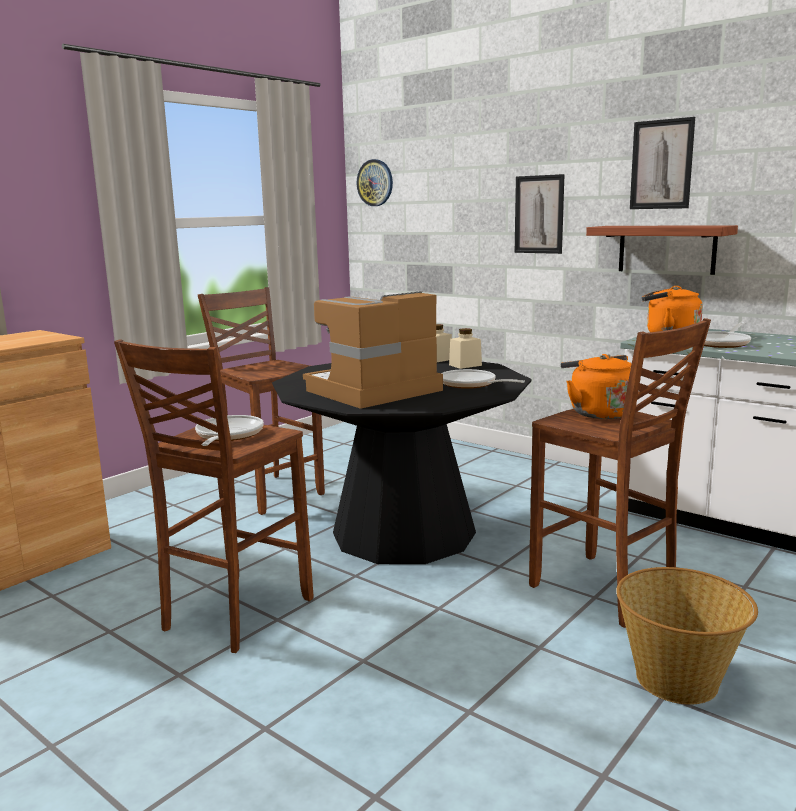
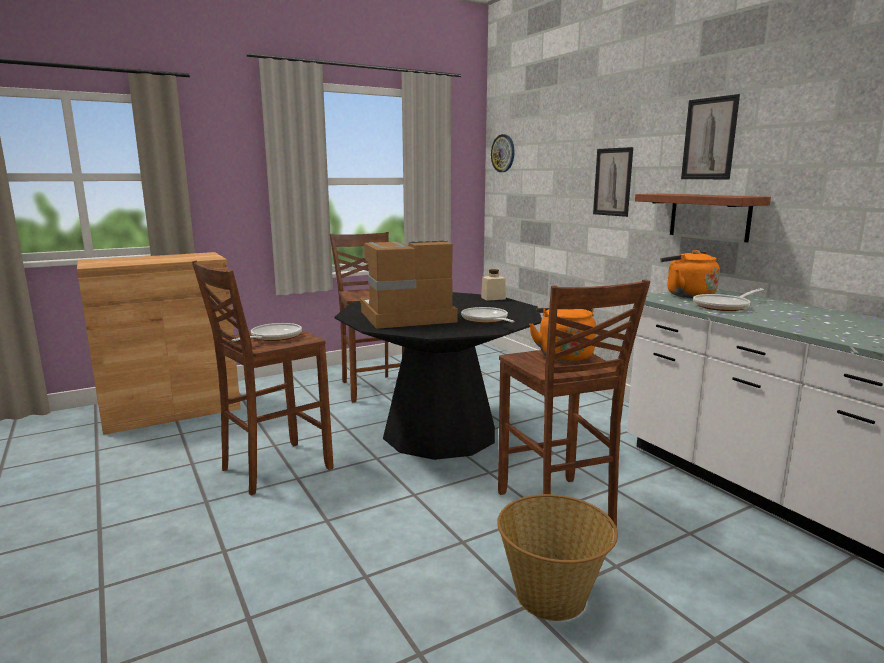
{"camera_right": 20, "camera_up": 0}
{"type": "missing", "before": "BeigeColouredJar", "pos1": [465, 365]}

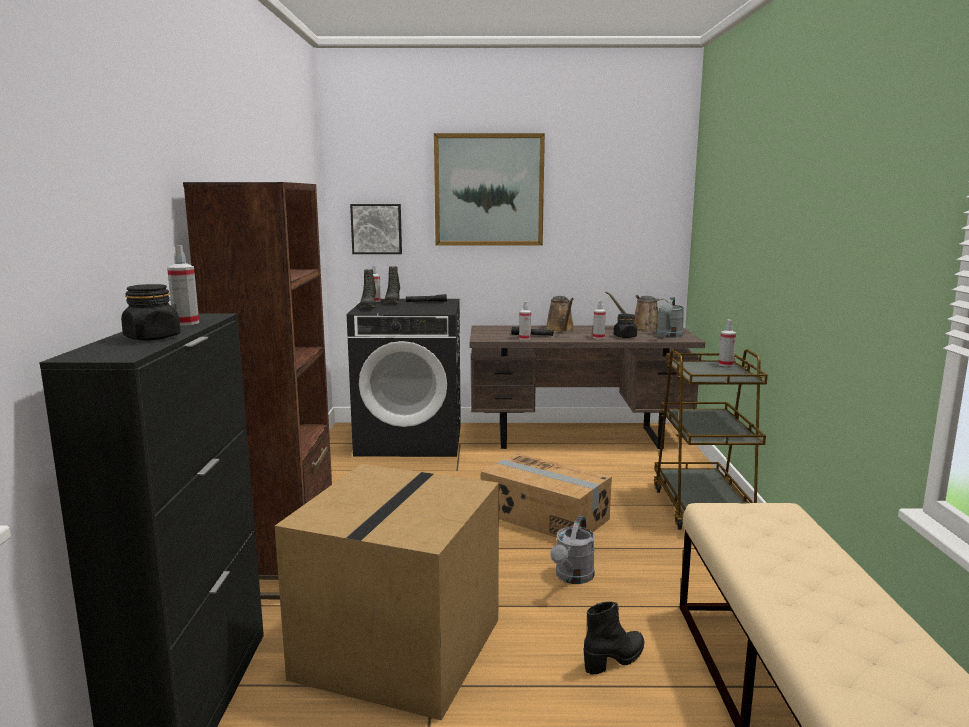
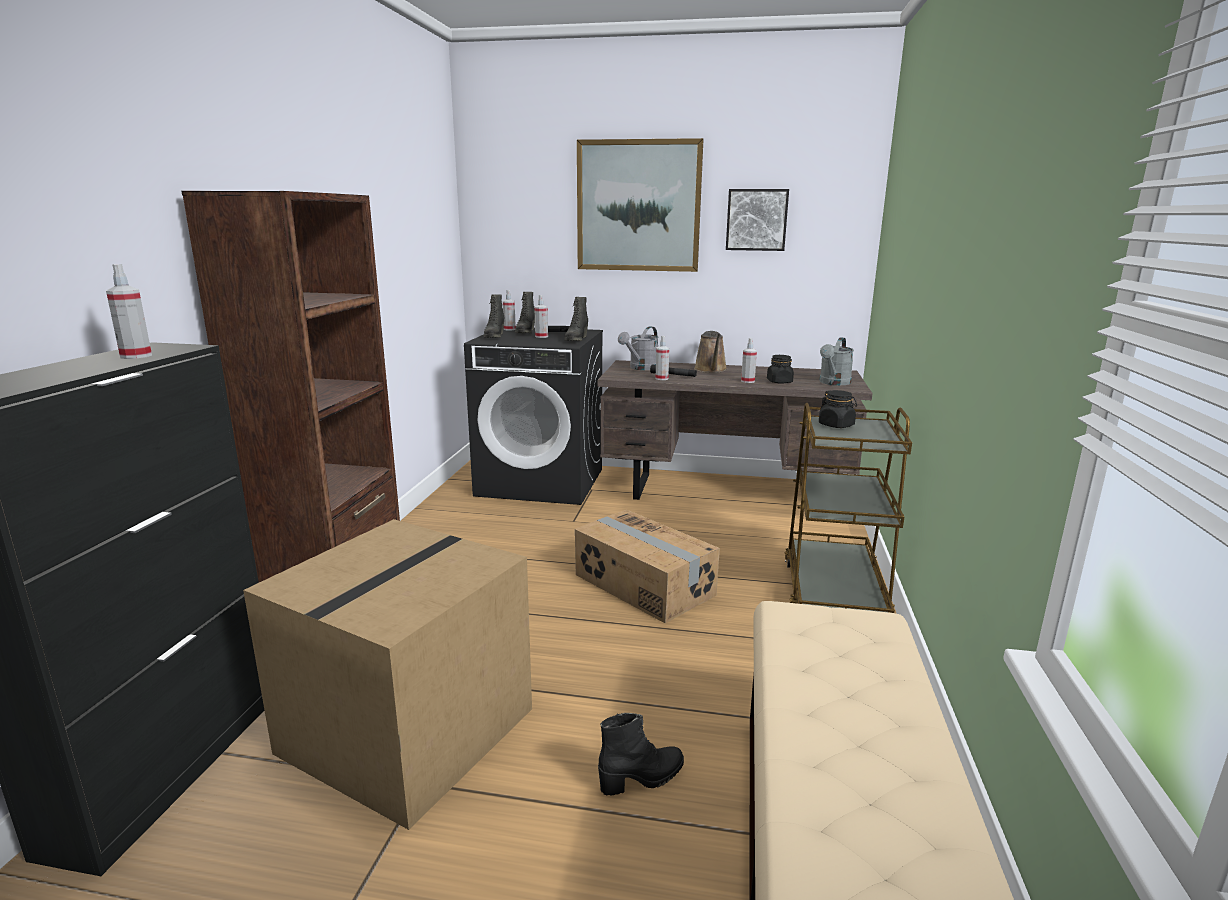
{"camera_right": 10, "camera_up": 5}
{"type": "relocated", "before": "BlackJar", "pos1": [152, 337], "pos2": [836, 425]}
{"type": "relocated", "before": "WallPicture", "pos1": [376, 229], "pos2": [756, 220]}
{"type": "relocated", "before": "GreyishWateringPot", "pos1": [572, 577], "pos2": [641, 368]}
{"type": "missing", "before": "BrownColouredWateringPot", "pos1": [642, 329]}
{"type": "relocated", "before": "Sprayer", "pos1": [725, 364], "pos2": [541, 336]}
{"type": "appeared", "after": "BlackTallBoot", "pos2": [576, 339]}

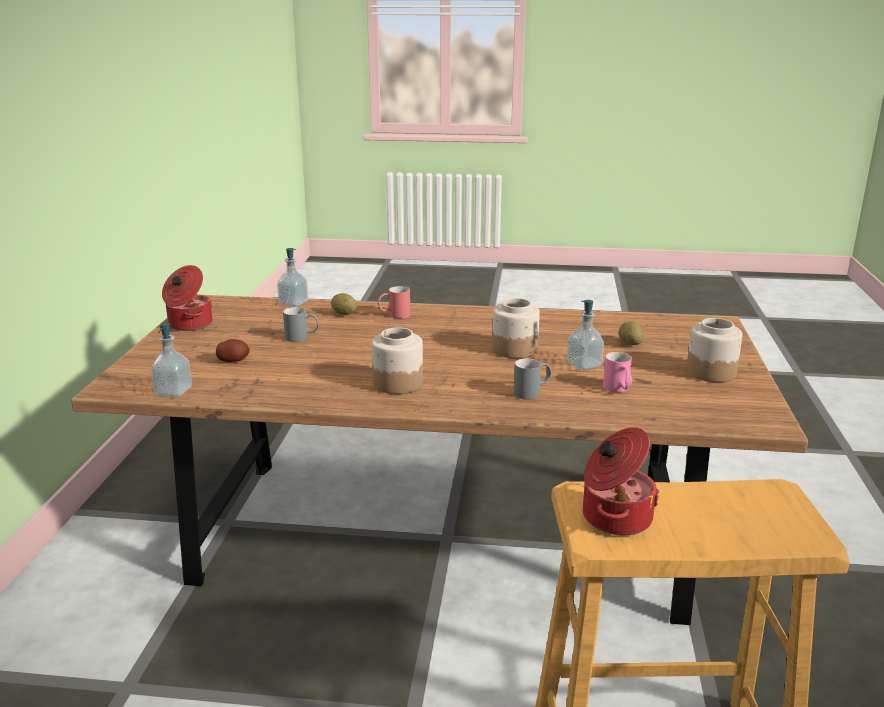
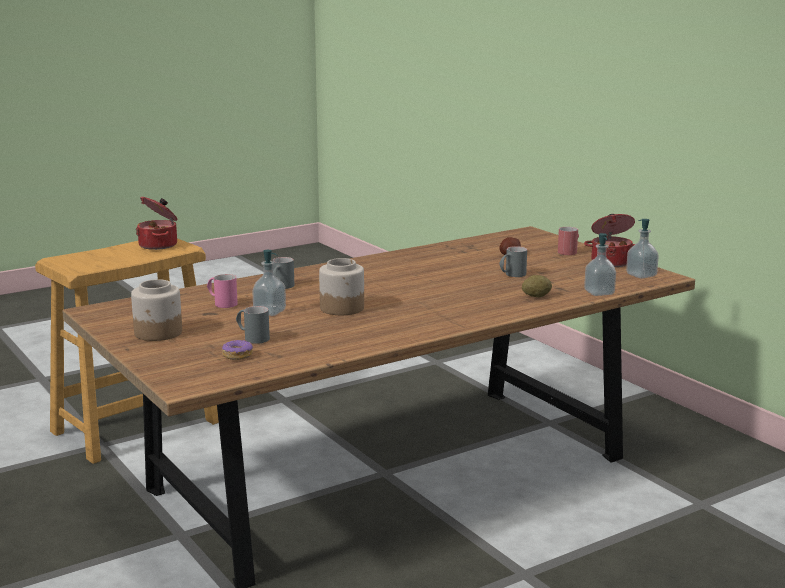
{"camera_right": 140, "camera_up": -5}
{"type": "relocated", "before": "LiquidSoapBottle", "pos1": [173, 391], "pos2": [641, 275]}
{"type": "missing", "before": "Jar", "pos1": [397, 383]}
{"type": "relocated", "before": "RedColouredMug", "pos1": [394, 315], "pos2": [569, 251]}
{"type": "exchanged", "before": "WholePotato", "after": "GreyishMug", "pos1": [630, 344], "pos2": [252, 338]}
{"type": "appeared", "after": "Donut", "pos2": [237, 355]}

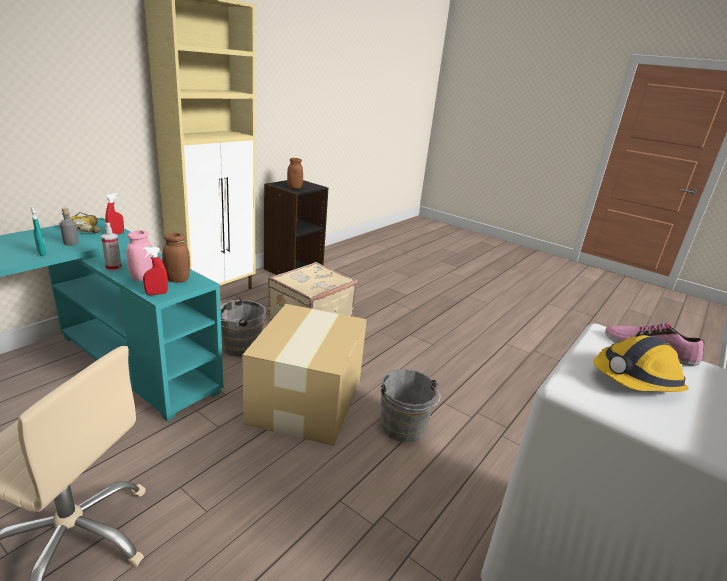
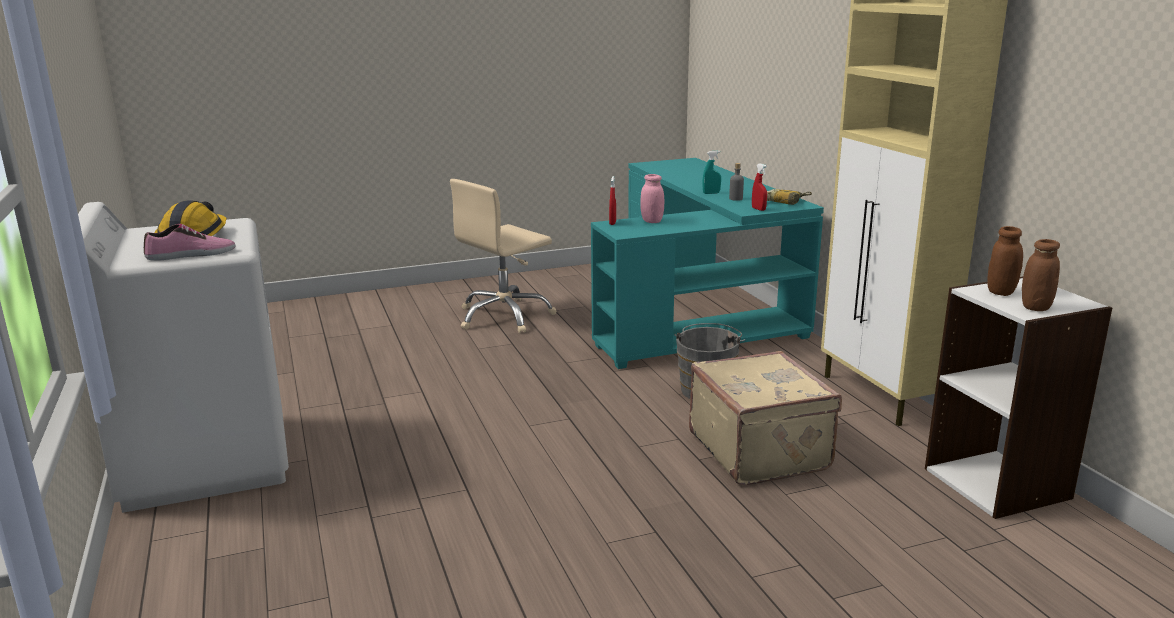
{"camera_right": 125, "camera_up": -5}
{"type": "missing", "before": "Sprayer", "pos1": [113, 268]}
{"type": "relocated", "before": "BrownColouredJar", "pos1": [177, 280], "pos2": [1035, 307]}
{"type": "missing", "before": "PackingBox", "pos1": [307, 400]}
{"type": "colour", "before": "BlackBookcase", "after": "WhitishBookcase", "pos1": [293, 269], "pos2": [998, 483]}
{"type": "missing", "before": "GreyishBucket", "pos1": [403, 429]}

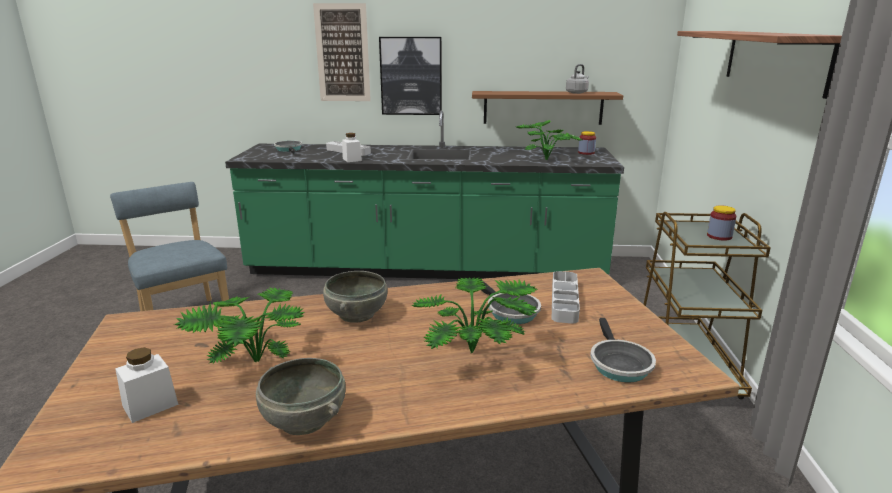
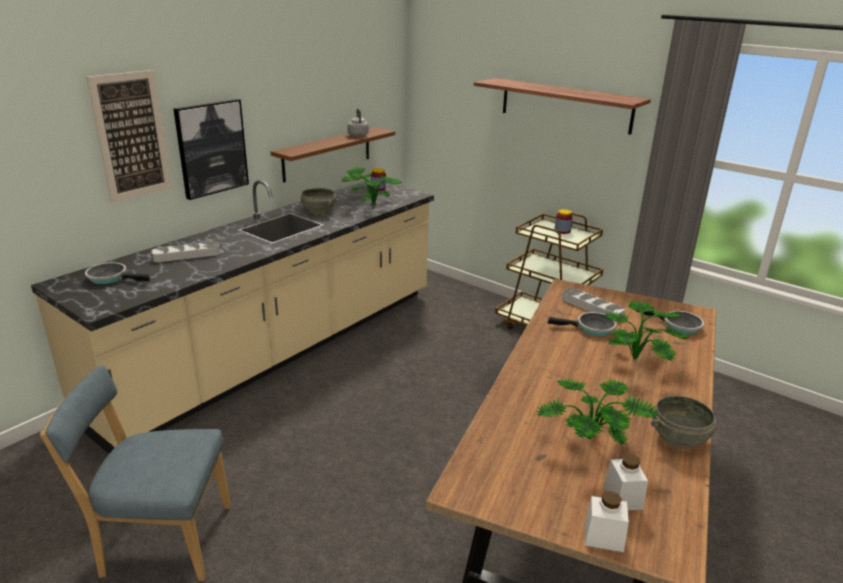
{"camera_right": -55, "camera_up": 5}
{"type": "colour", "before": "GreenKitchenCounter", "after": "BeigeColouredKitchenCounter", "pos1": [426, 268], "pos2": [279, 349]}
{"type": "relocated", "before": "GreyishDeepDish", "pos1": [356, 314], "pos2": [318, 211]}
{"type": "relocated", "before": "WhitishJar", "pos1": [352, 159], "pos2": [603, 537]}

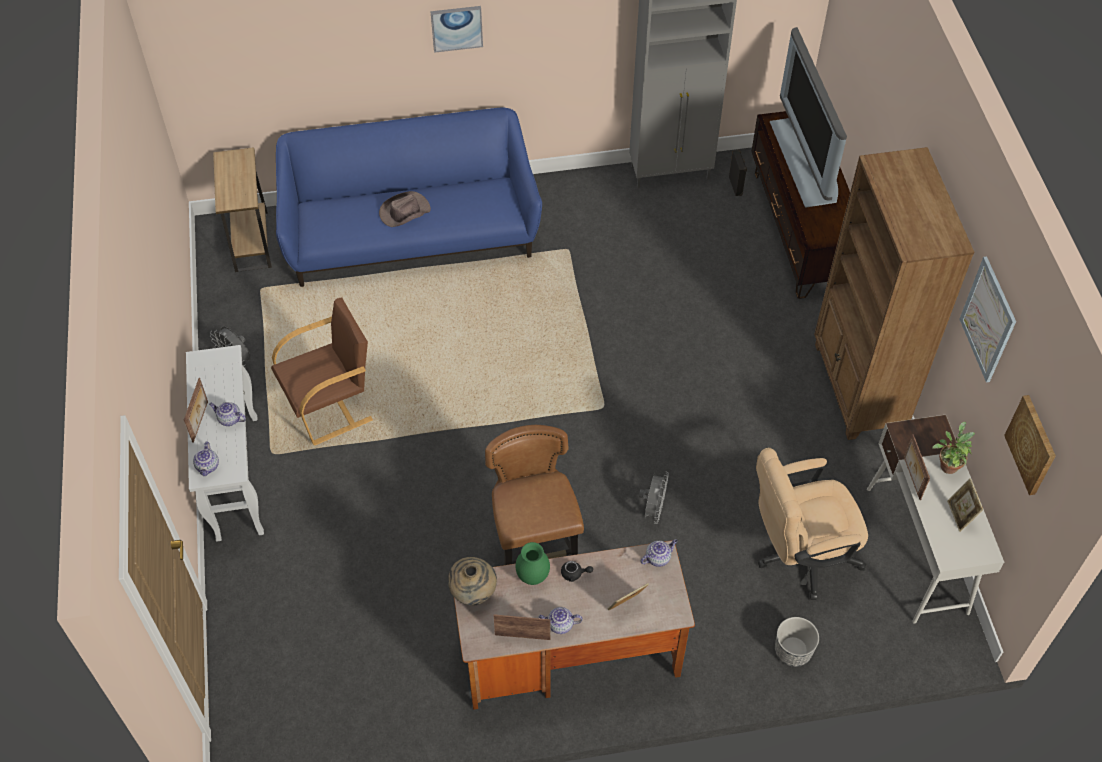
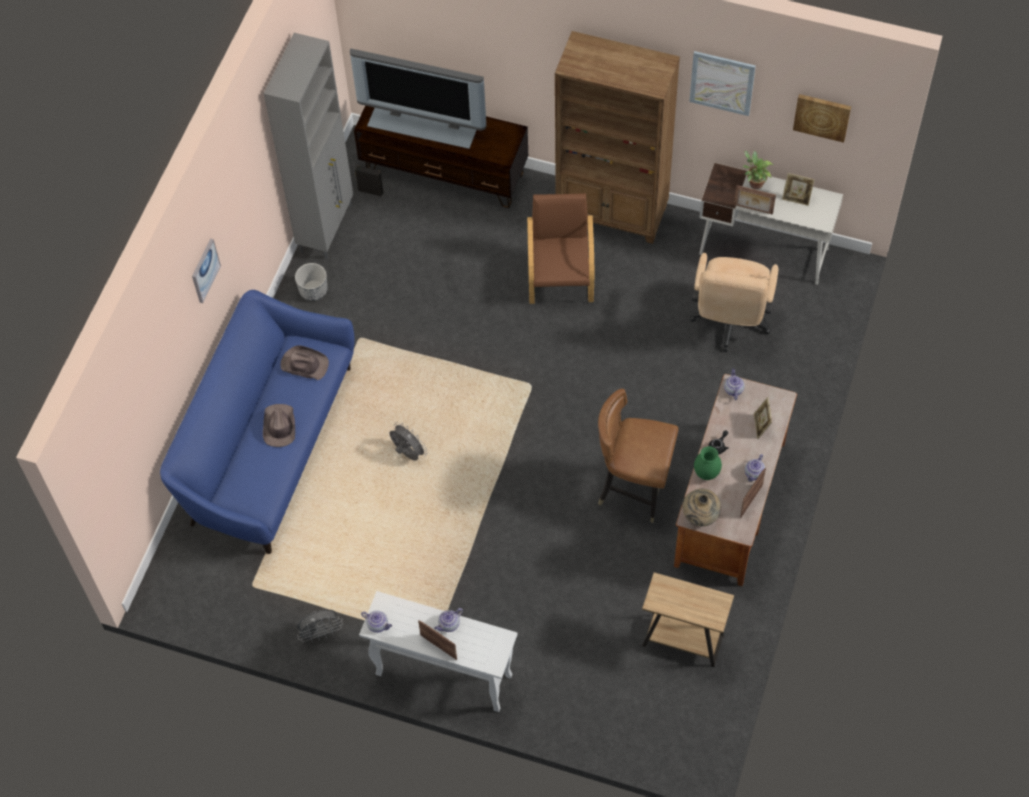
{"camera_right": -60, "camera_up": 5}
{"type": "relocated", "before": "Teapot", "pos1": [208, 466], "pos2": [378, 625]}
{"type": "relocated", "before": "BrownColouredSideTable", "pos1": [251, 242], "pos2": [683, 640]}
{"type": "relocated", "before": "BrownColouredArmchair", "pos1": [330, 405], "pos2": [561, 280]}
{"type": "relocated", "before": "GreyishElectricFan", "pos1": [653, 509], "pos2": [407, 453]}
{"type": "relocated", "before": "Planter", "pos1": [792, 651], "pos2": [313, 290]}
{"type": "appeared", "after": "BrownColouredHat", "pos2": [304, 364]}

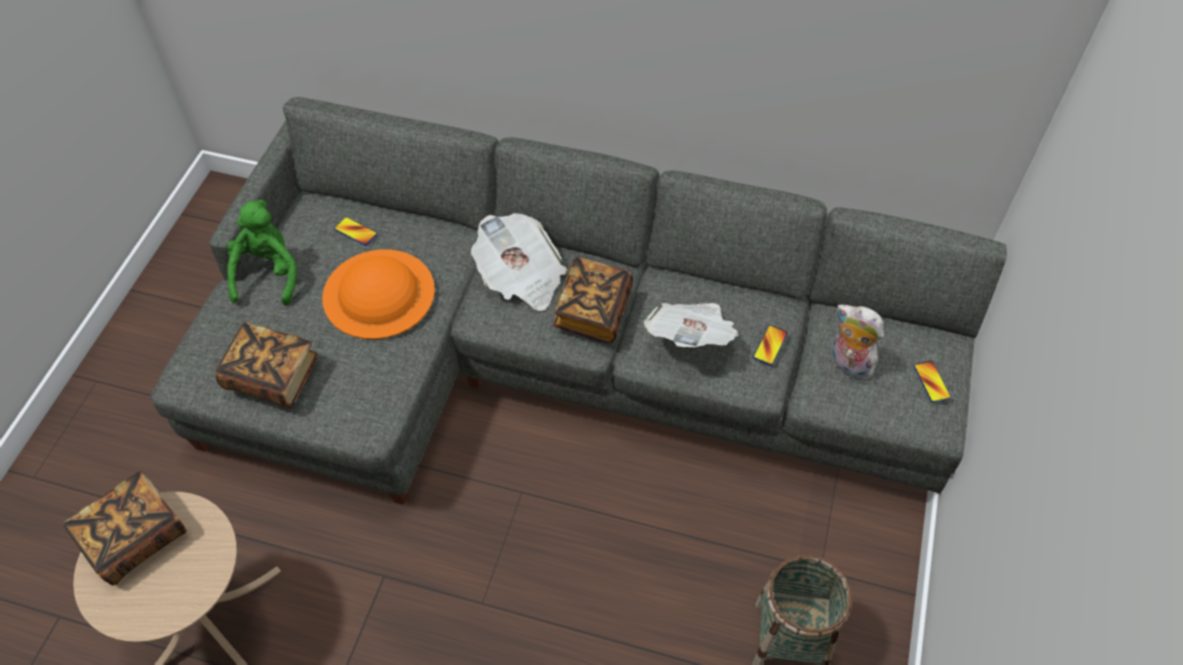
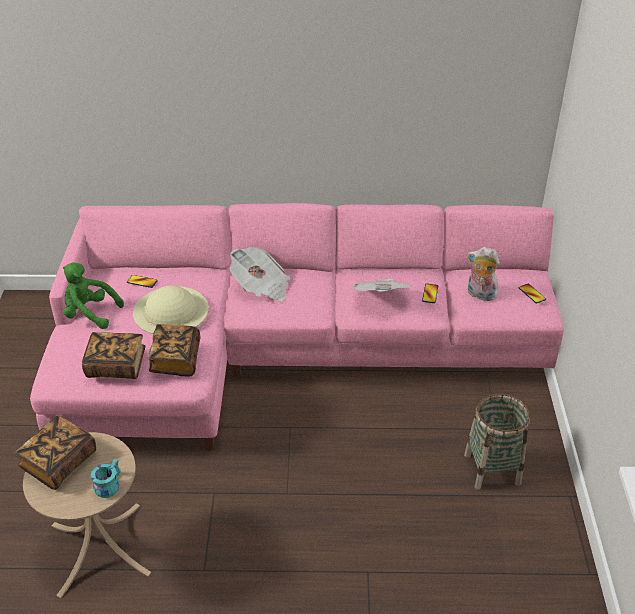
{"camera_right": -15, "camera_up": -15}
{"type": "colour", "before": "GreyishCouch", "after": "PinkCouch", "pos1": [561, 359], "pos2": [289, 351]}
{"type": "spun", "before": "GreenSoftToy", "pos1": [267, 274], "pos2": [90, 314], "turn": -60}
{"type": "colour", "before": "OrangeHat", "after": "BeigeColouredHat", "pos1": [378, 293], "pos2": [171, 310]}
{"type": "relocated", "before": "BoundBook", "pos1": [593, 312], "pos2": [176, 360]}
{"type": "appeared", "after": "TurquoiseColouredMug", "pos2": [107, 484]}

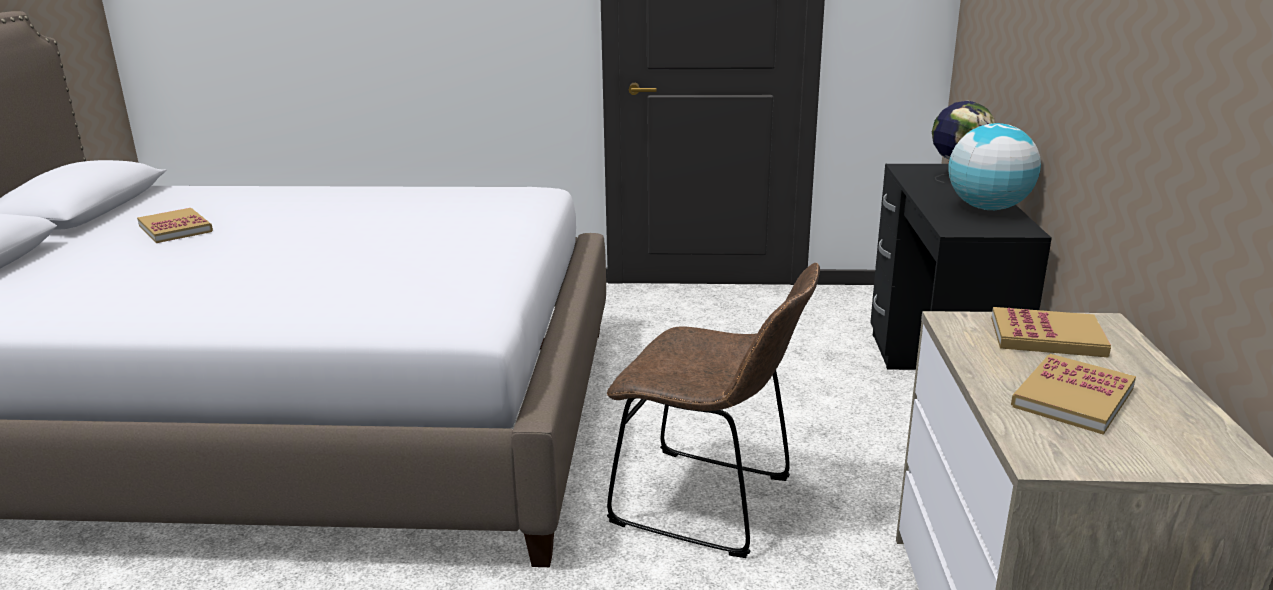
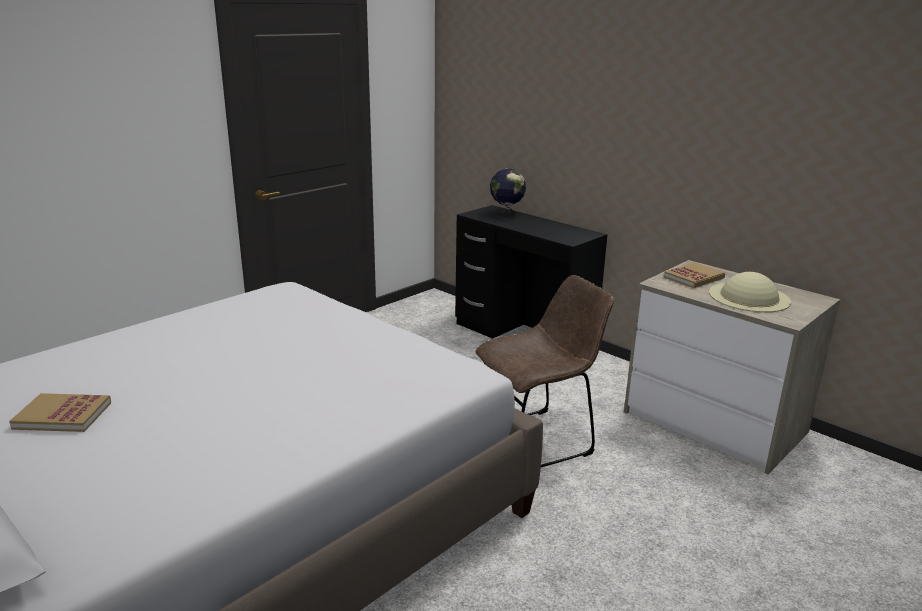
{"camera_right": -50, "camera_up": 0}
{"type": "missing", "before": "DeskGlobe", "pos1": [987, 208]}
{"type": "exchanged", "before": "BoundBook", "after": "BeigeColouredHat", "pos1": [1072, 397], "pos2": [749, 297]}

